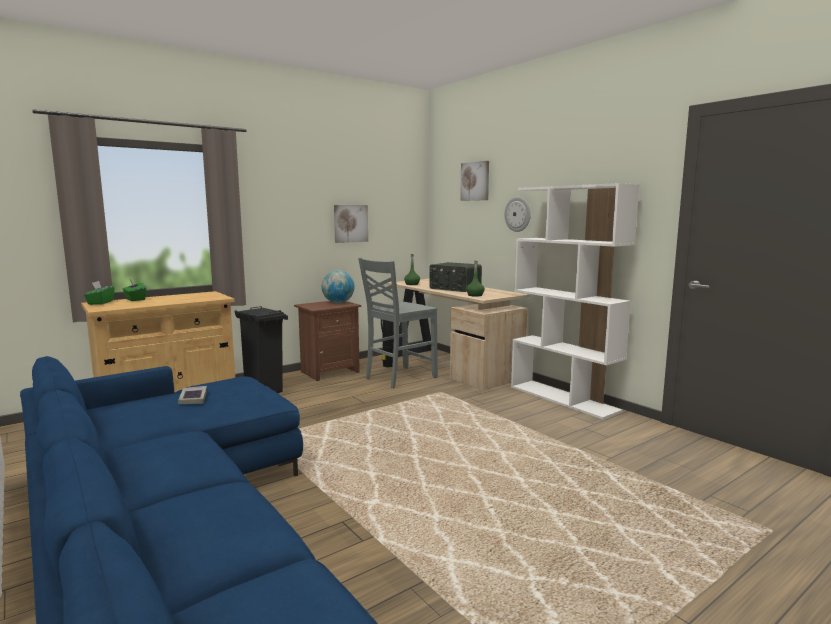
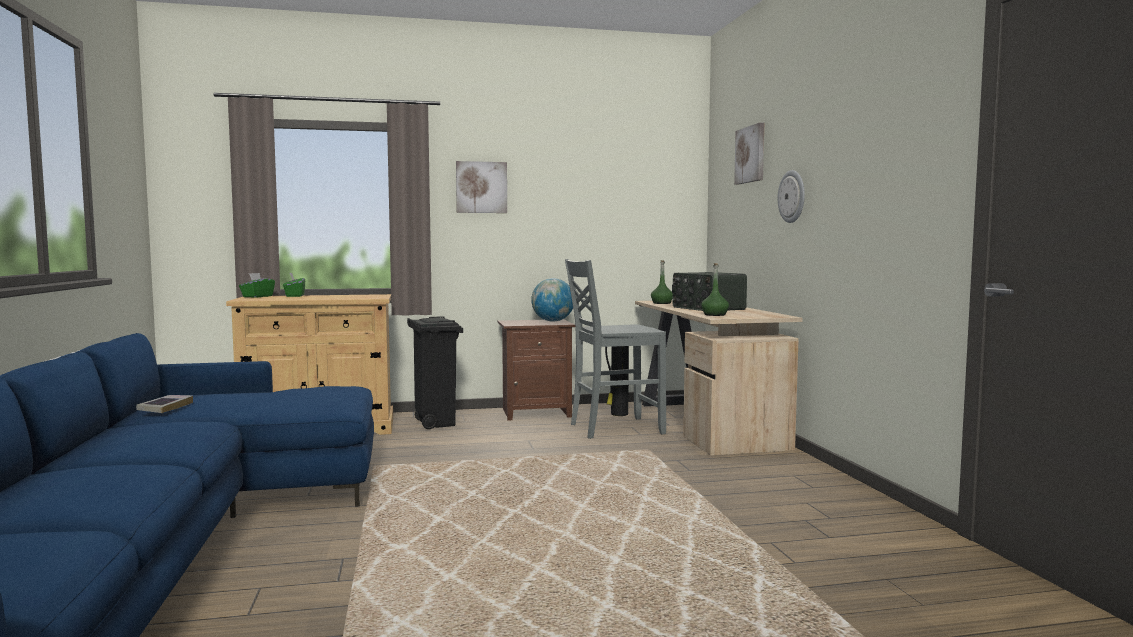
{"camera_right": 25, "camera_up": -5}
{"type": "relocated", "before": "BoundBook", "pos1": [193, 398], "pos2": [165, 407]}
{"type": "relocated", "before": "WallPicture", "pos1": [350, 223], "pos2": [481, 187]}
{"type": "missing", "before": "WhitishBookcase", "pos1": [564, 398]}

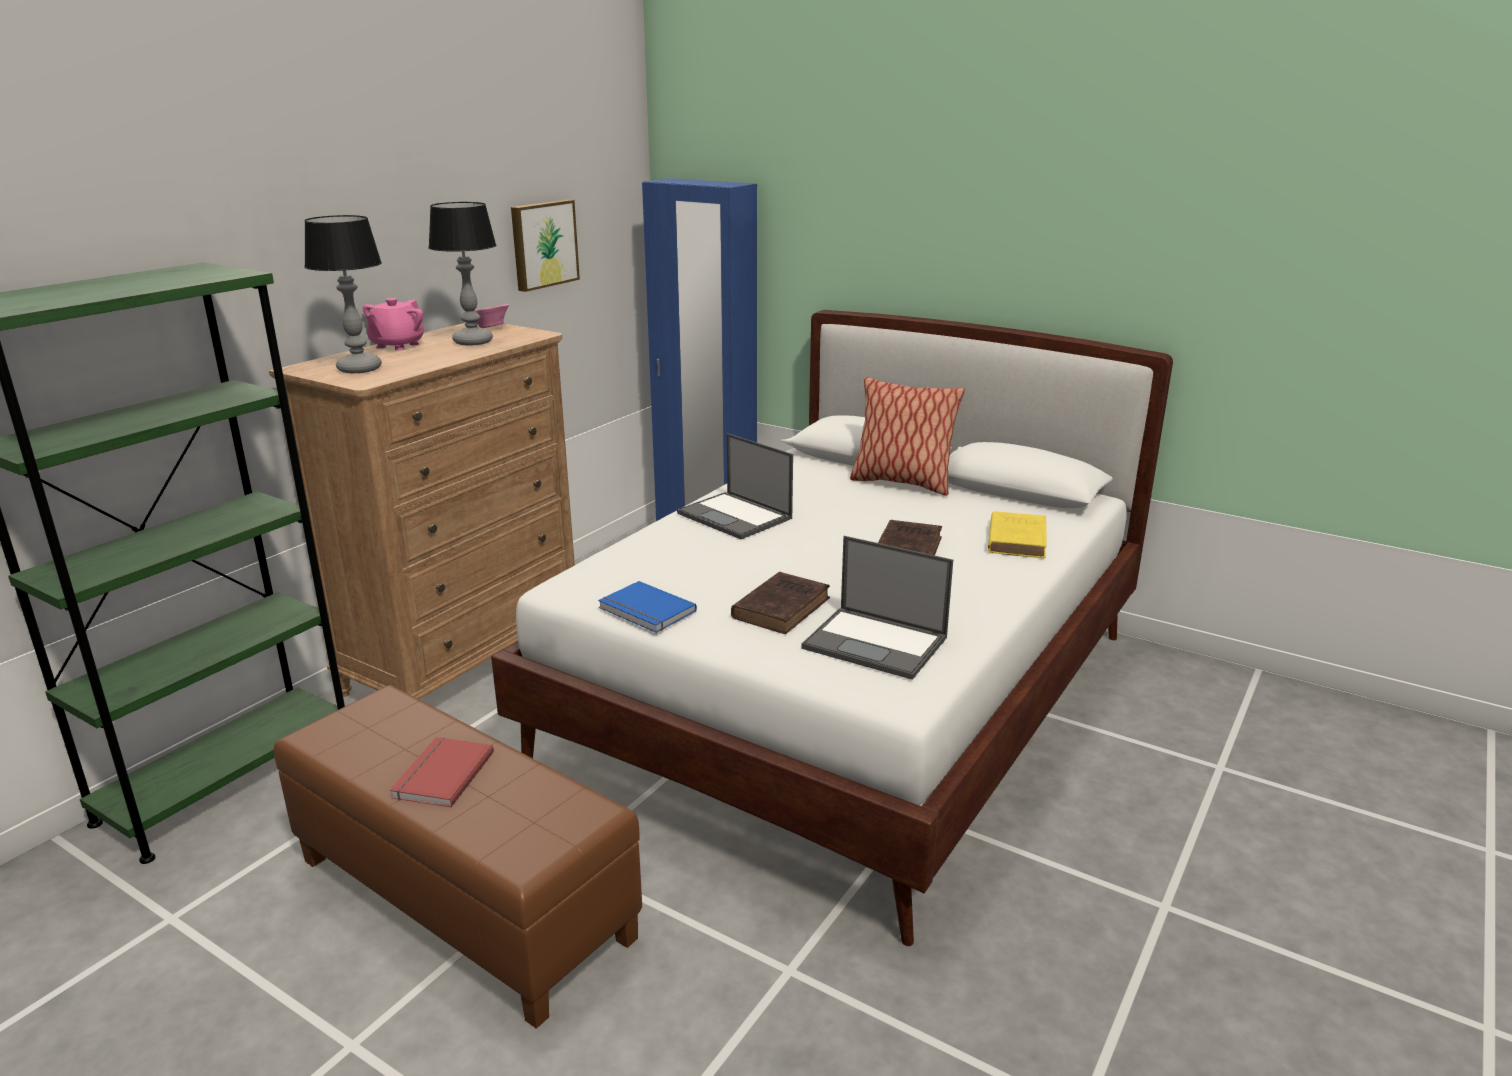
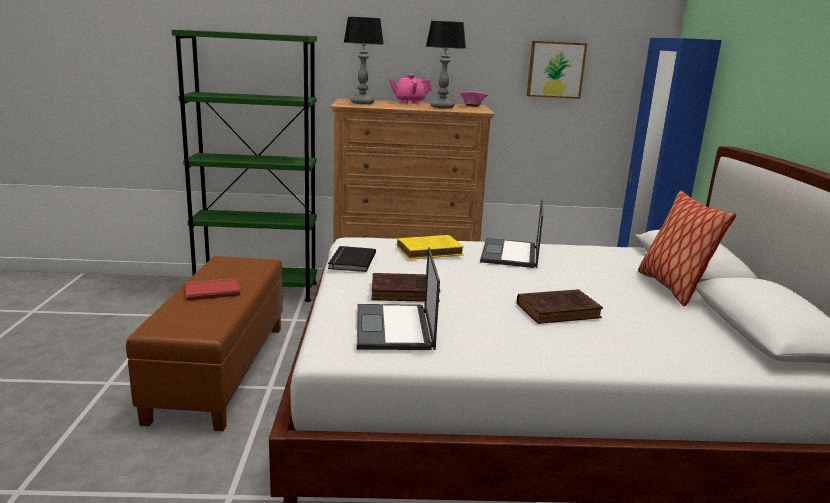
{"camera_right": 55, "camera_up": -5}
{"type": "colour", "before": "BlueBoundBook", "after": "BlackBoundBook", "pos1": [645, 611], "pos2": [350, 261]}
{"type": "relocated", "before": "YellowColouredBoundBook", "pos1": [1017, 539], "pos2": [431, 251]}

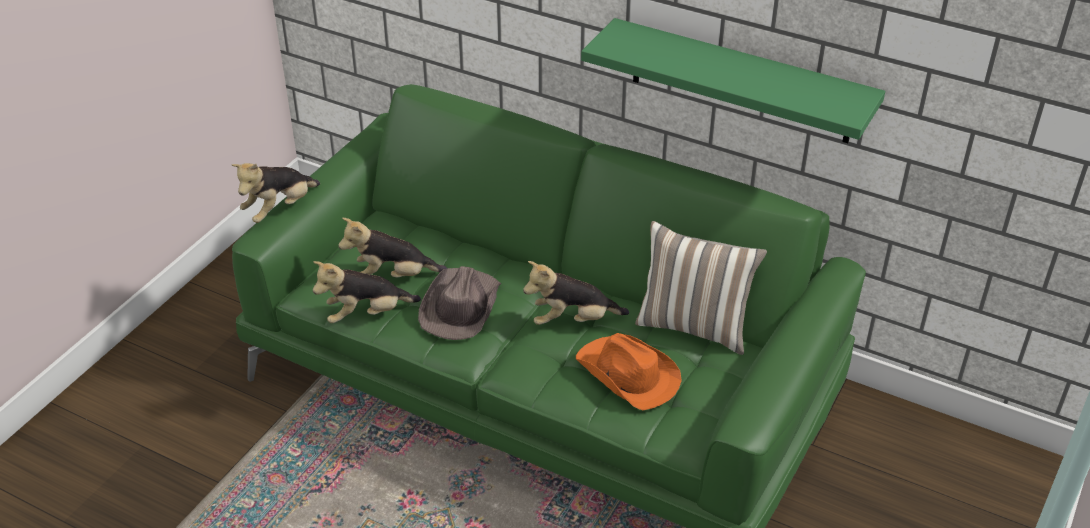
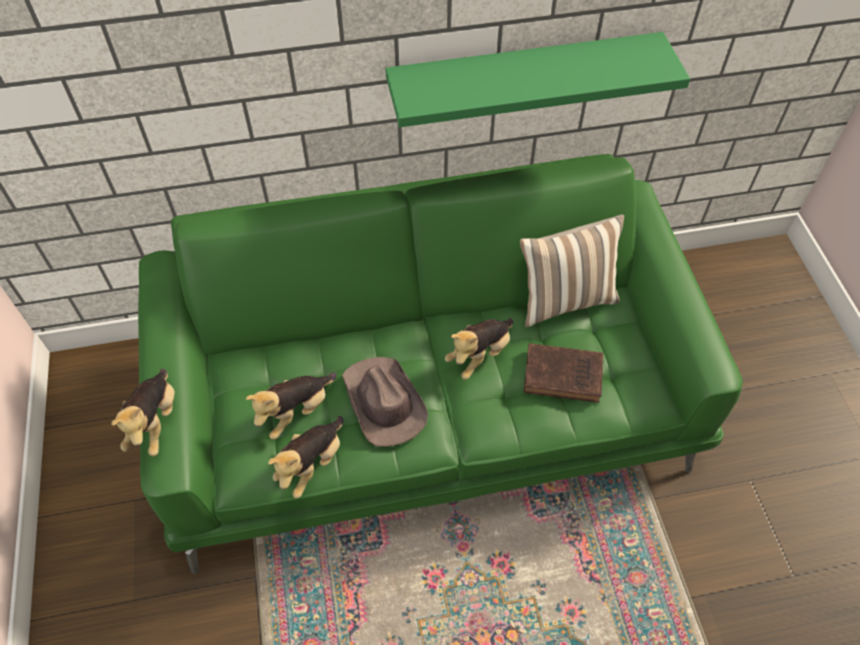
{"camera_right": -40, "camera_up": 15}
{"type": "exchanged", "before": "OrangeHat", "after": "BrownColouredBoundBook", "pos1": [627, 375], "pos2": [565, 375]}

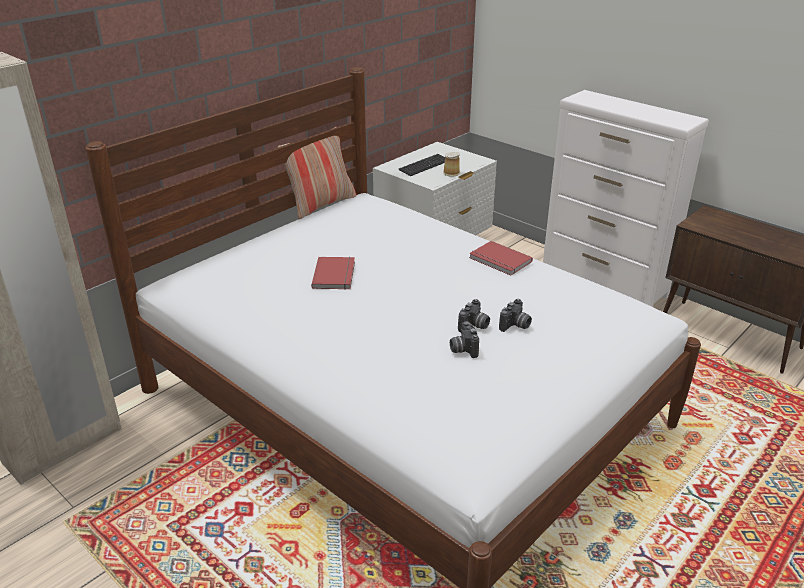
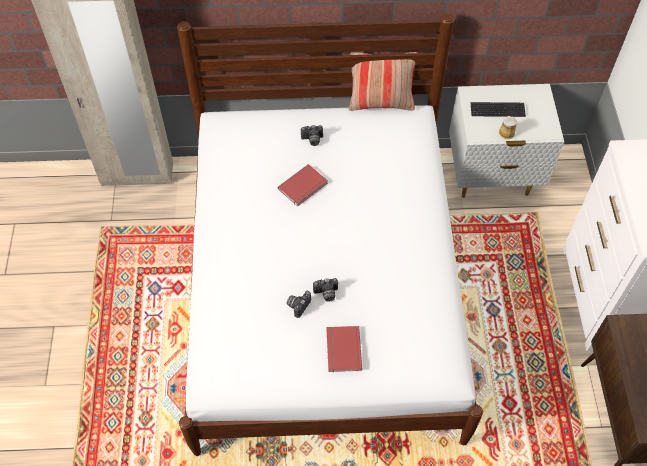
{"camera_right": 45, "camera_up": 25}
{"type": "relocated", "before": "RedColouredBoundBook", "pos1": [499, 260], "pos2": [342, 350]}
{"type": "relocated", "before": "StillCamera", "pos1": [515, 326], "pos2": [312, 140]}

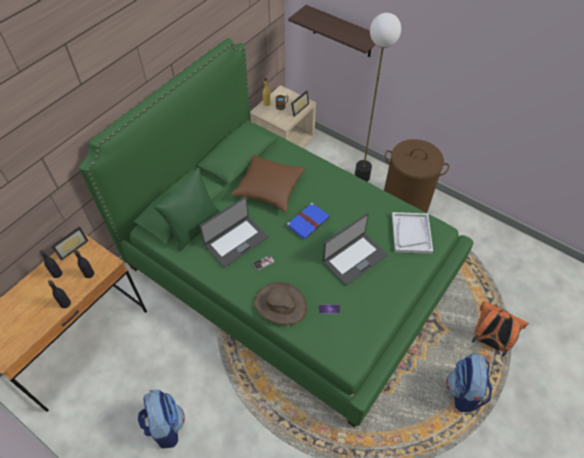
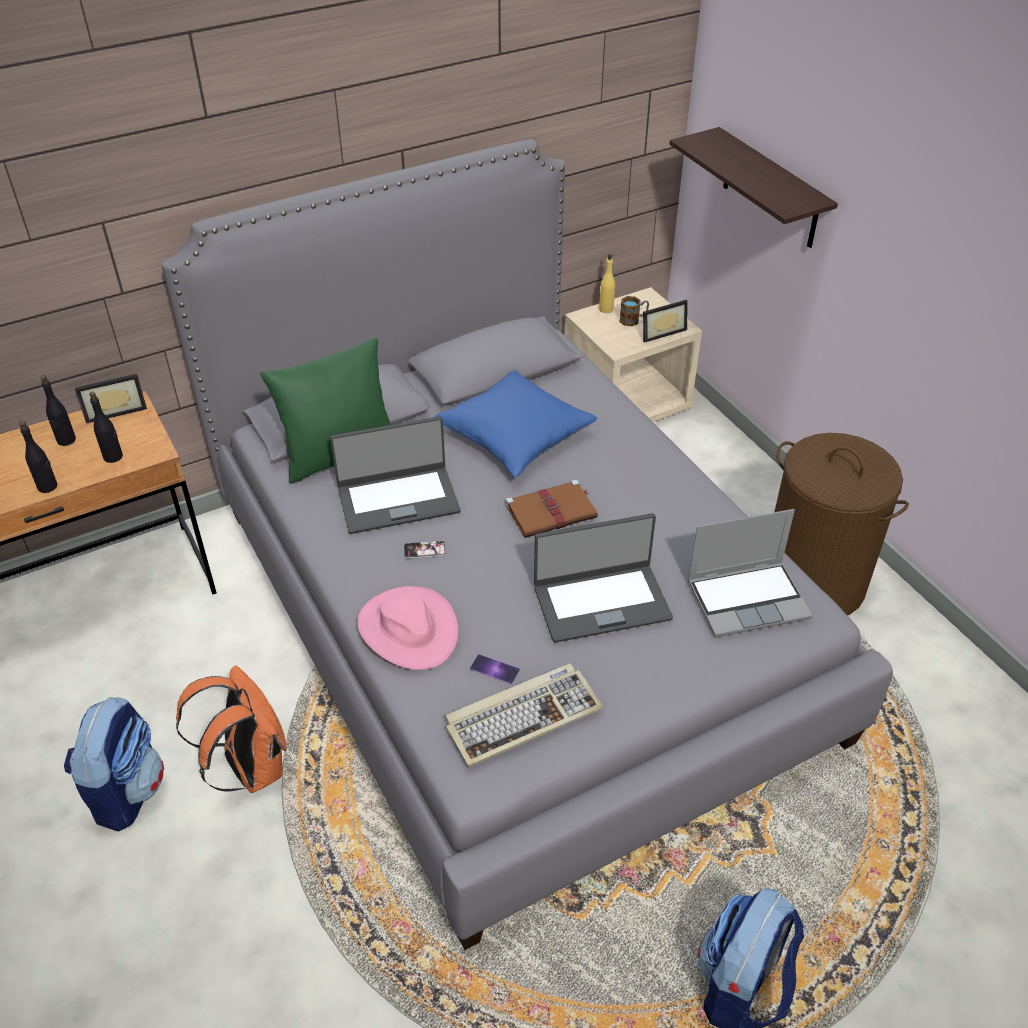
{"camera_right": 25, "camera_up": -10}
{"type": "colour", "before": "GreenBed", "after": "GreyishBed", "pos1": [291, 269], "pos2": [512, 618]}
{"type": "colour", "before": "BrownColouredPillow", "after": "BluePillow", "pos1": [269, 188], "pos2": [514, 436]}
{"type": "colour", "before": "BrownColouredHat", "after": "PinkHat", "pos1": [280, 305], "pos2": [408, 629]}
{"type": "colour", "before": "BlueBoundBook", "after": "BrownColouredBoundBook", "pos1": [308, 221], "pos2": [552, 511]}
{"type": "missing", "before": "StandardLamp", "pos1": [362, 177]}
{"type": "exchanged", "before": "WhitishServingTray", "after": "Laptop", "pos1": [411, 233], "pos2": [748, 599]}
{"type": "relocated", "before": "OrangeKnapsack", "pos1": [488, 341], "pos2": [250, 767]}
{"type": "appeared", "after": "PcKeyboard", "pos2": [523, 716]}

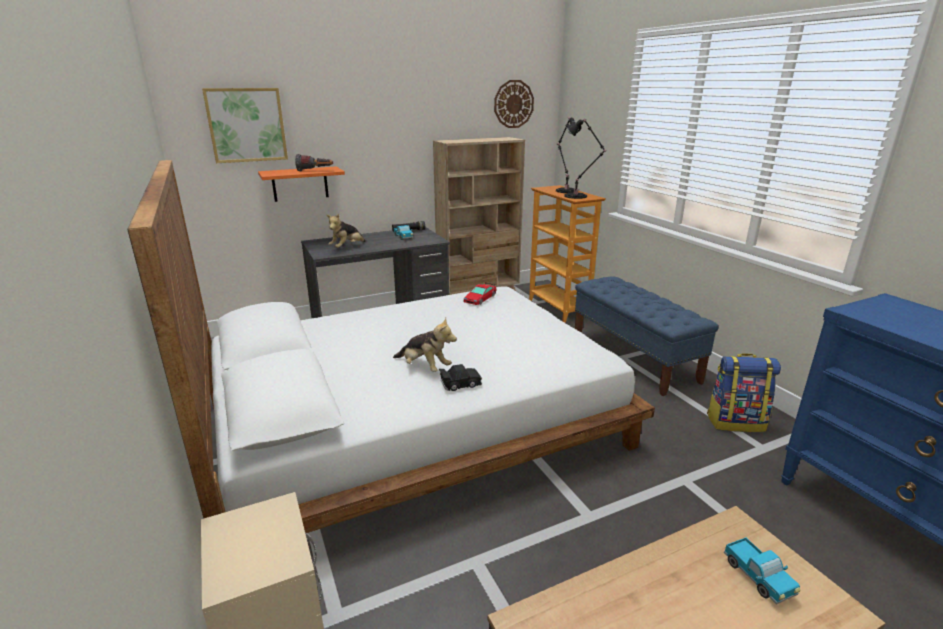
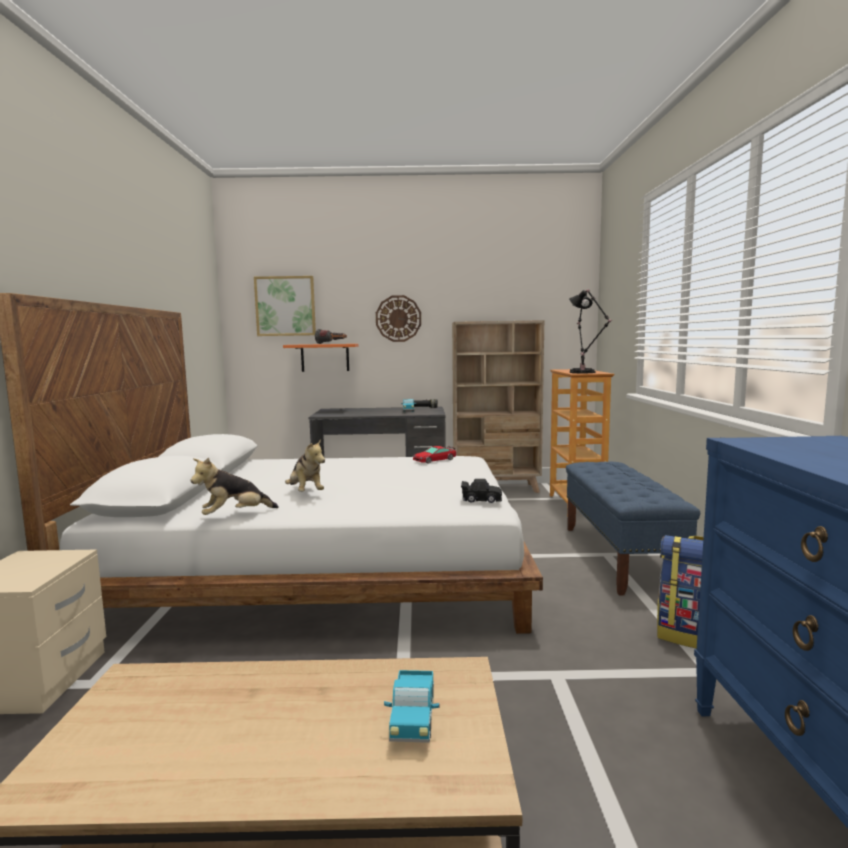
{"camera_right": 25, "camera_up": -15}
{"type": "relocated", "before": "SoftToy", "pos1": [347, 247], "pos2": [234, 515]}
{"type": "relocated", "before": "BlackModelCar", "pos1": [460, 384], "pos2": [481, 499]}
{"type": "relocated", "before": "WallClock", "pos1": [513, 104], "pos2": [398, 318]}

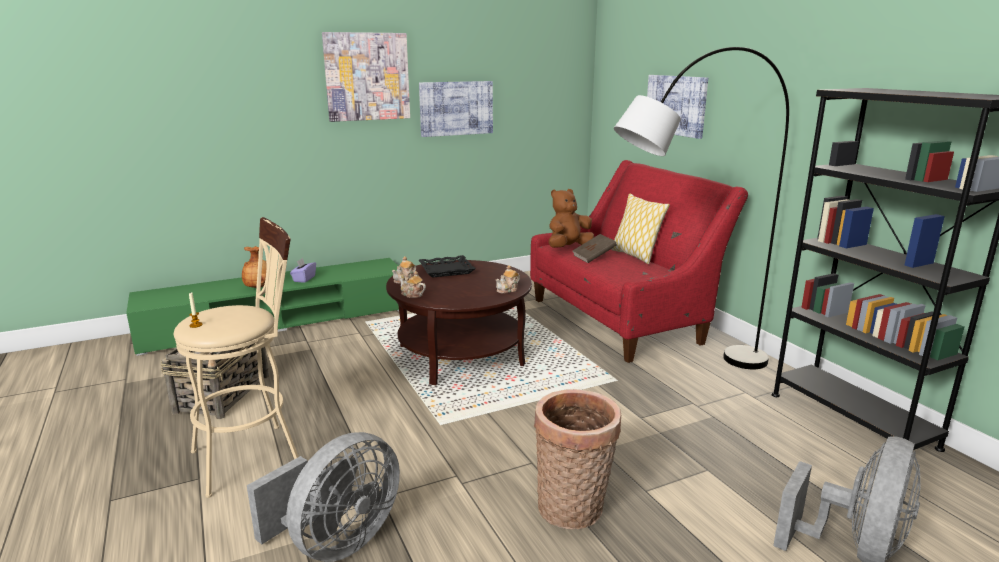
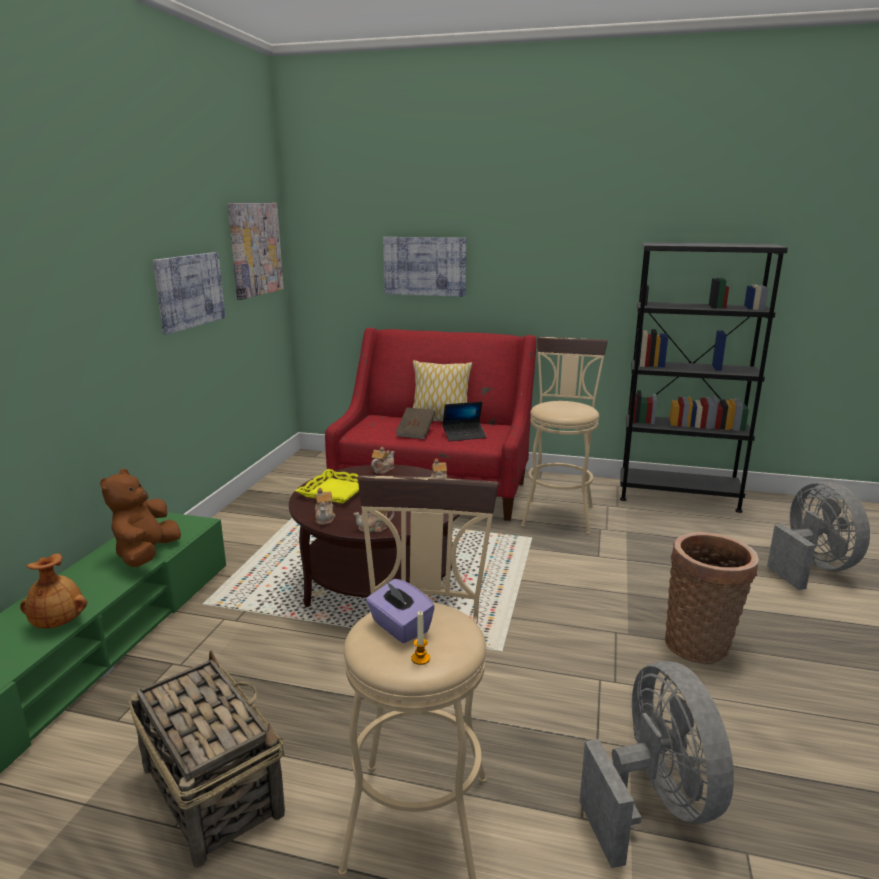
{"camera_right": -50, "camera_up": 0}
{"type": "relocated", "before": "PurpleColouredBoxOfTissues", "pos1": [304, 279], "pos2": [399, 627]}
{"type": "relocated", "before": "WallPicture", "pos1": [367, 77], "pos2": [255, 249]}
{"type": "colour", "before": "BlackServingTray", "after": "YellowColouredServingTray", "pos1": [446, 270], "pos2": [335, 491]}
{"type": "relocated", "before": "BrownColouredSoftToy", "pos1": [568, 248], "pos2": [146, 555]}
{"type": "exchanged", "before": "GreyishStandardLamp", "after": "BeigeColouredSittingStool", "pos1": [683, 376], "pos2": [558, 512]}
{"type": "appeared", "after": "Teapot", "pos2": [382, 469]}
{"type": "appeared", "after": "Laptop", "pos2": [464, 435]}

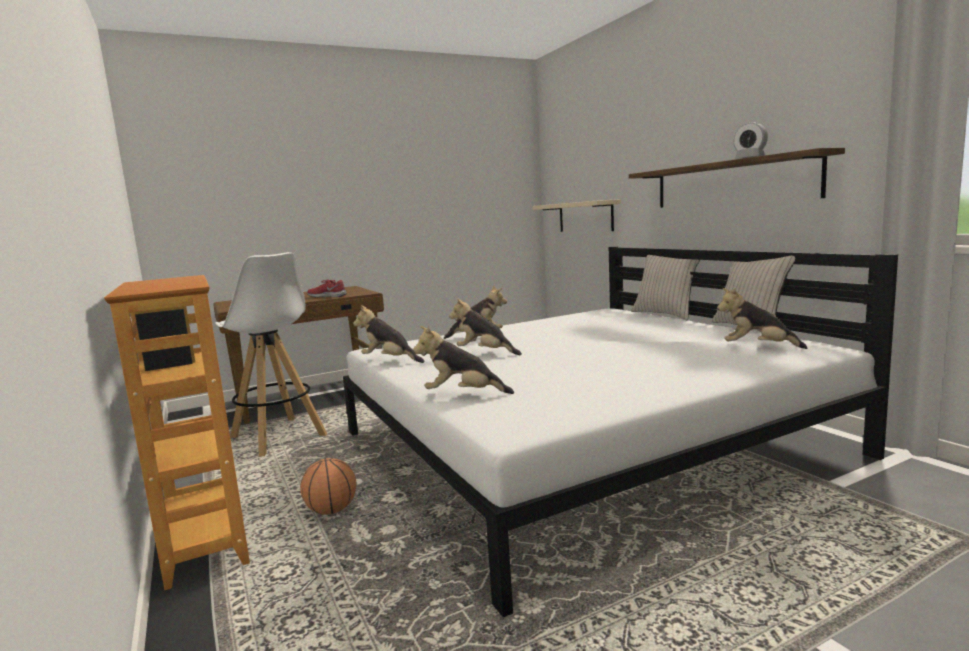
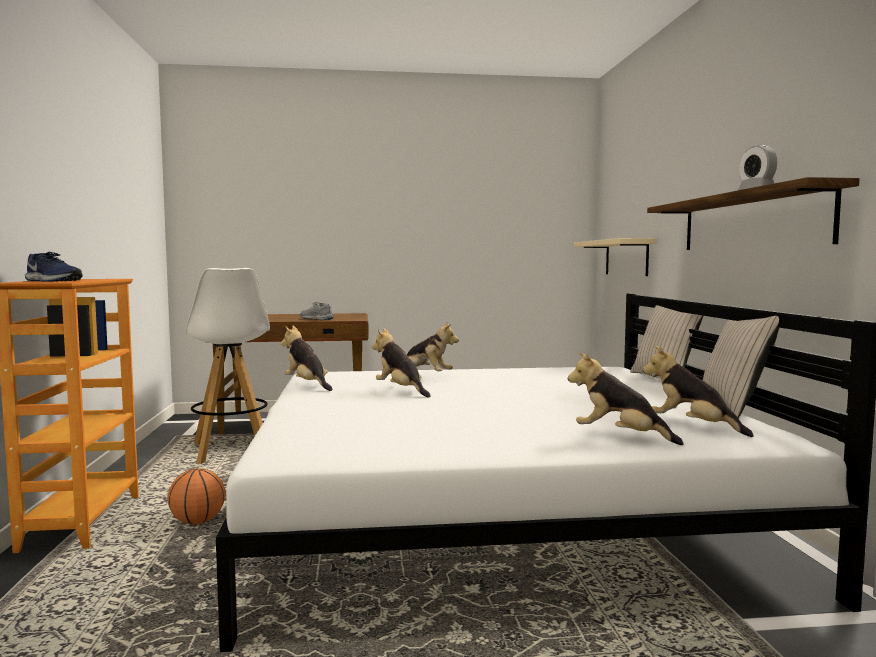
{"camera_right": 20, "camera_up": -5}
{"type": "colour", "before": "RedColouredLowShoe", "after": "GreyishLowShoe", "pos1": [327, 296], "pos2": [317, 319]}
{"type": "relocated", "before": "SoftToy", "pos1": [463, 395], "pos2": [620, 437]}
{"type": "appeared", "after": "BlueLowShoe", "pos2": [52, 281]}

